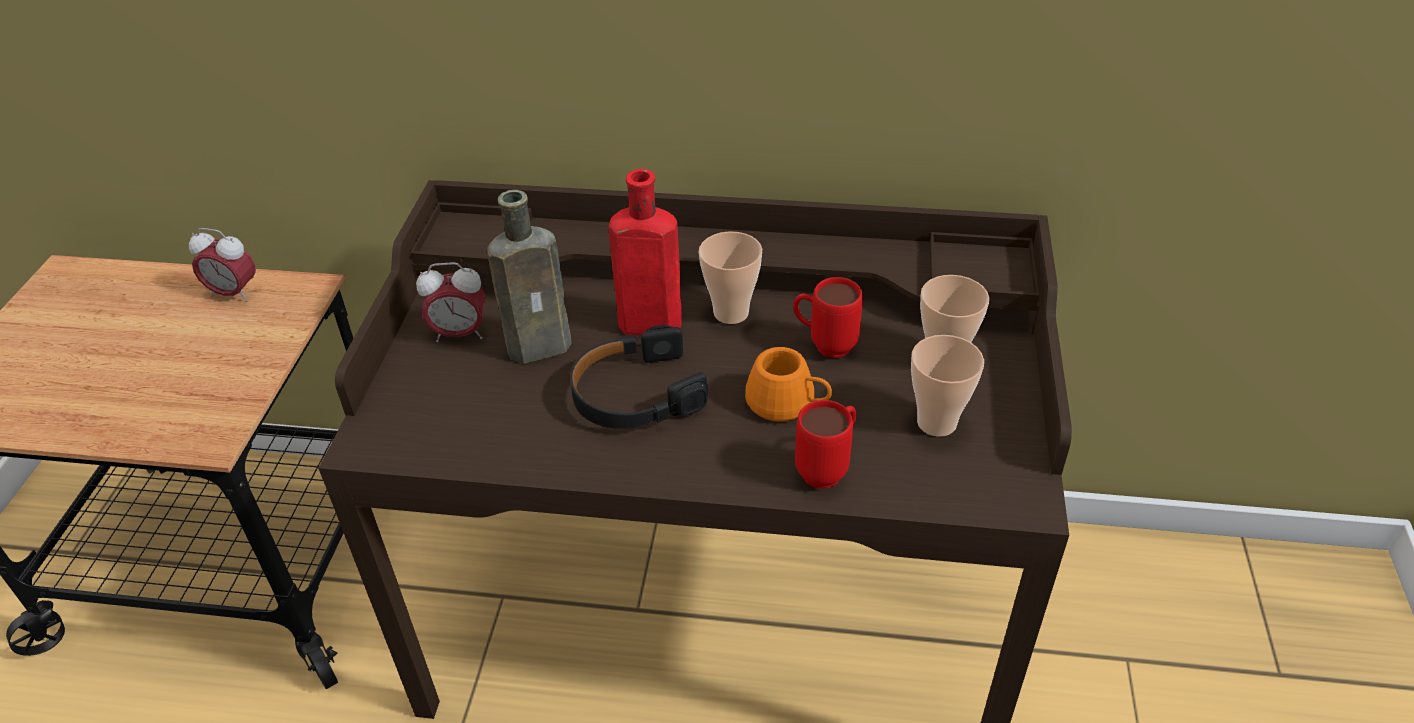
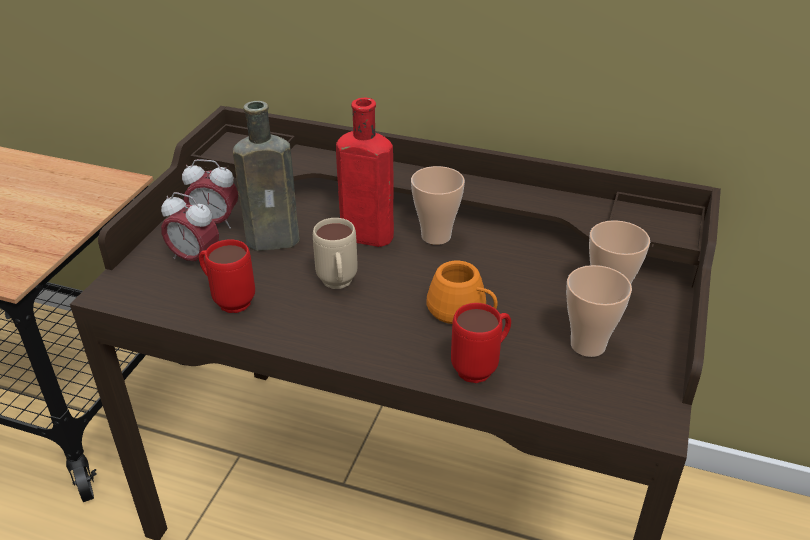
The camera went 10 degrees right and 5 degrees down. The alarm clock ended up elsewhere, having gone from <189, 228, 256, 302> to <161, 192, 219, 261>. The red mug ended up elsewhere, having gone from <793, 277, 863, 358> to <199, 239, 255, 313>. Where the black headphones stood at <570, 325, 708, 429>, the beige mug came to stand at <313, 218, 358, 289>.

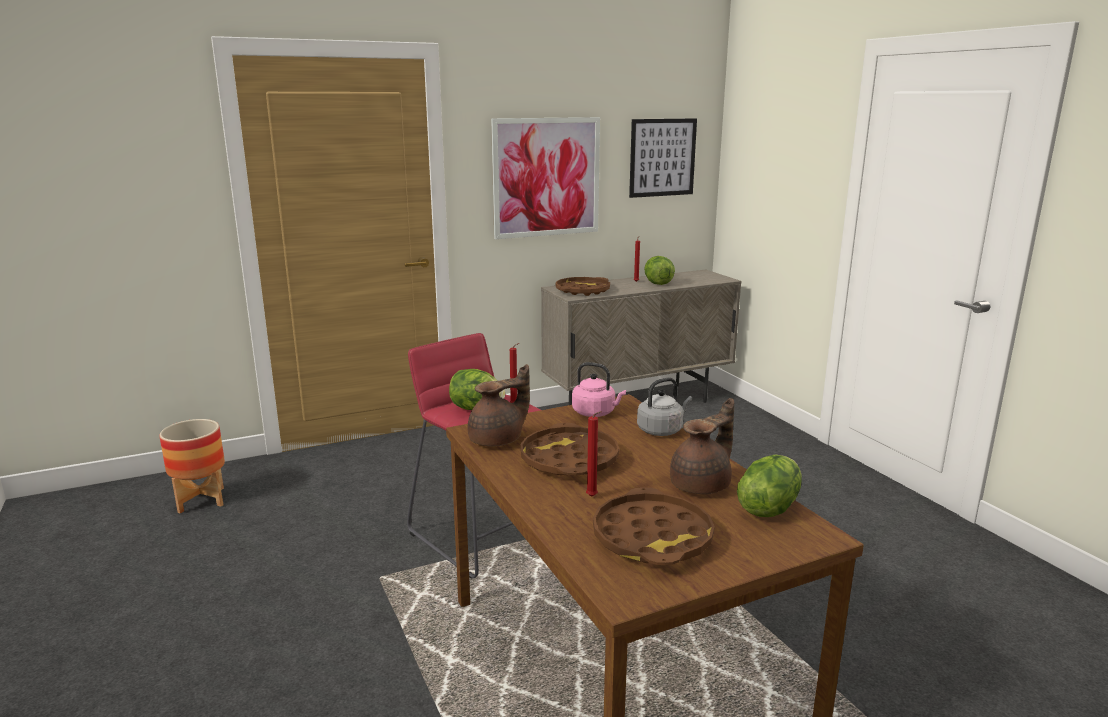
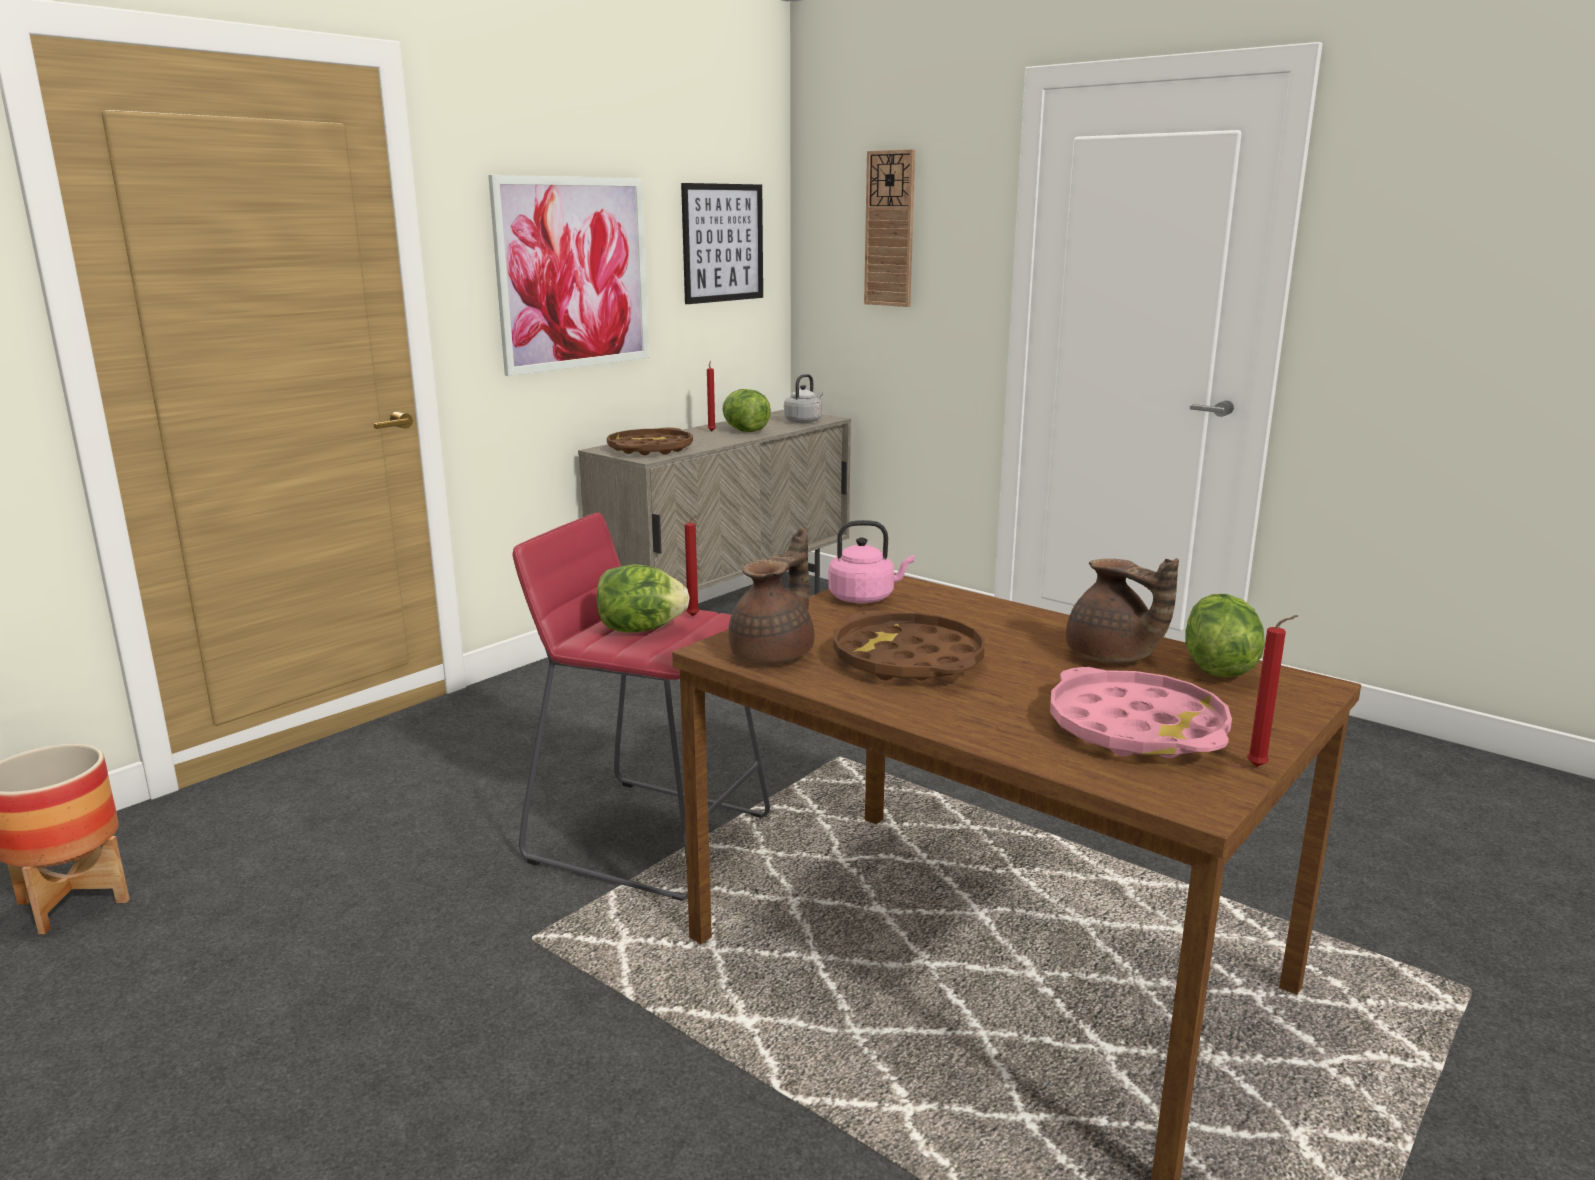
The camera went 25 degrees left and 0 degrees up. The grey kettle ended up elsewhere, having gone from <637, 378, 692, 436> to <784, 374, 823, 423>. The second view gained the wall clock at <864, 149, 915, 307>. What was the brown tray at <593, 487, 715, 565> turned into the pink tray at <1050, 667, 1232, 758>. The brown teapot at <670, 398, 734, 494> ended up facing another way, 120 degrees clockwise from before. The red candle ended up elsewhere, having gone from <586, 411, 601, 497> to <1247, 615, 1298, 767>.

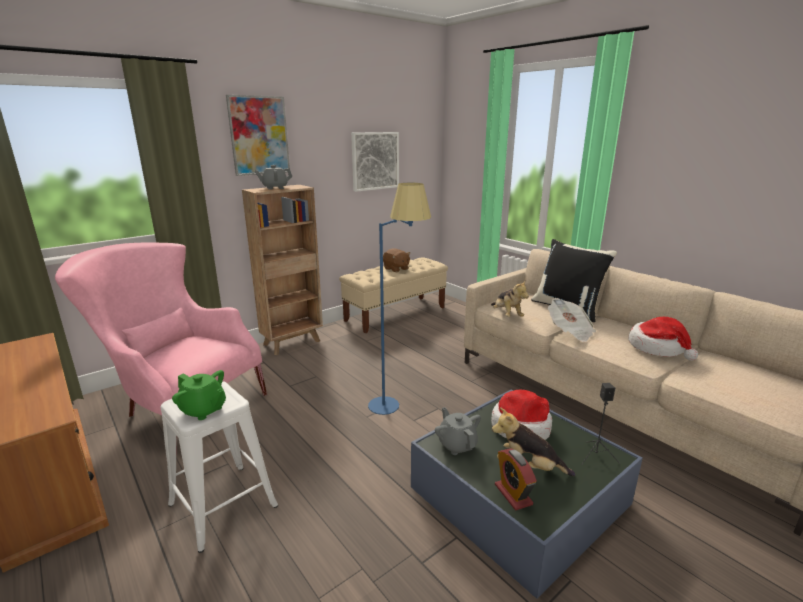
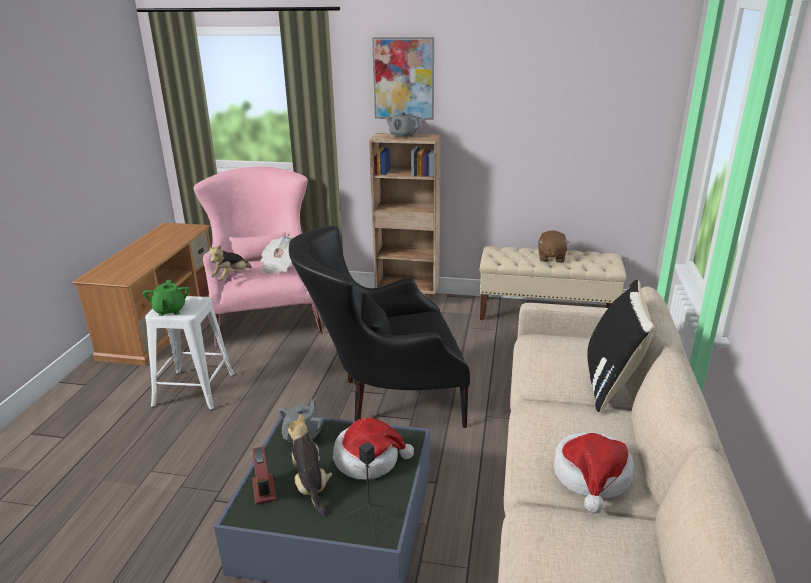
The camera went 50 degrees right and 5 degrees up. The plush toy ended up elsewhere, having gone from <491, 280, 529, 317> to <207, 245, 251, 281>. The alarm clock at <495, 448, 537, 510> ended up facing another way, 135 degrees clockwise from before. The newspaper ended up elsewhere, having gone from <548, 298, 596, 342> to <260, 236, 293, 274>. Where the blue floor lamp stood at <368, 183, 431, 415>, the black armchair came to stand at <289, 226, 470, 428>. The second view lost the picture at <351, 132, 399, 192>.

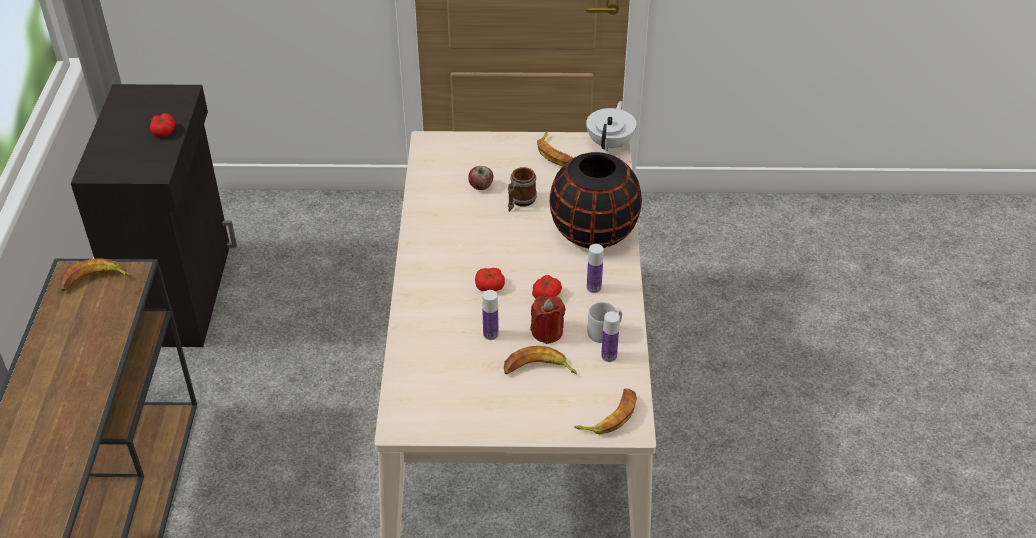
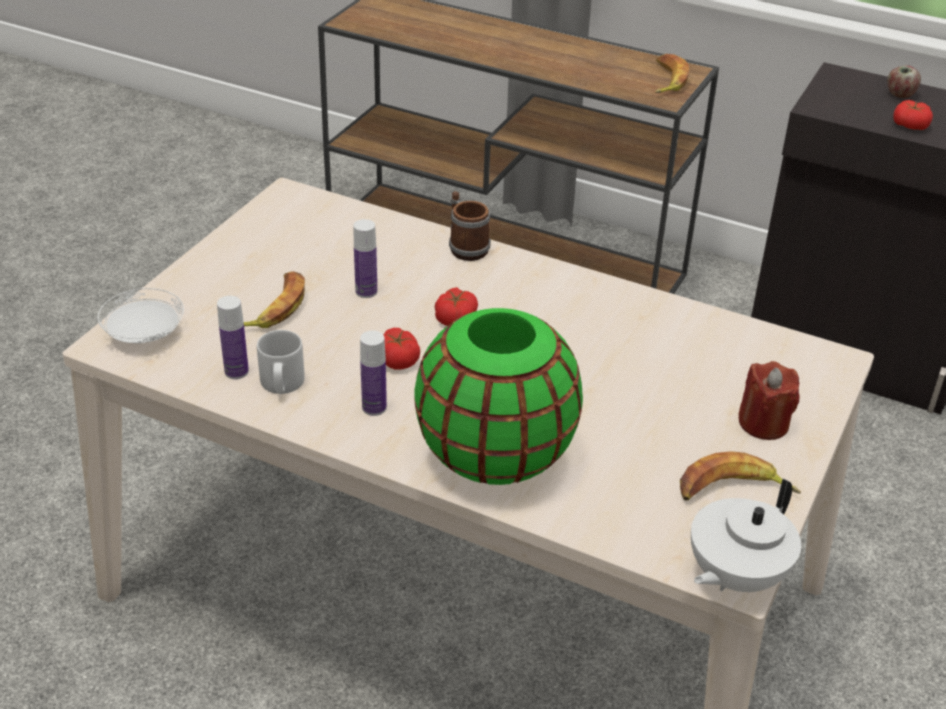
The camera went 115 degrees right and 5 degrees down. Where the banana stood at <574, 388, 637, 434>, the white plate came to stand at <98, 288, 184, 343>. What was the black vase at <549, 152, 642, 248> turned into the green vase at <414, 308, 583, 485>. The mug ended up elsewhere, having gone from <508, 167, 537, 212> to <449, 191, 491, 261>. The white teapot at <586, 101, 637, 151> ended up facing another way, 90 degrees clockwise from before. The red candle ended up elsewhere, having gone from <531, 295, 566, 344> to <739, 361, 799, 440>. The apple ended up elsewhere, having gone from <468, 166, 493, 190> to <887, 65, 921, 98>.

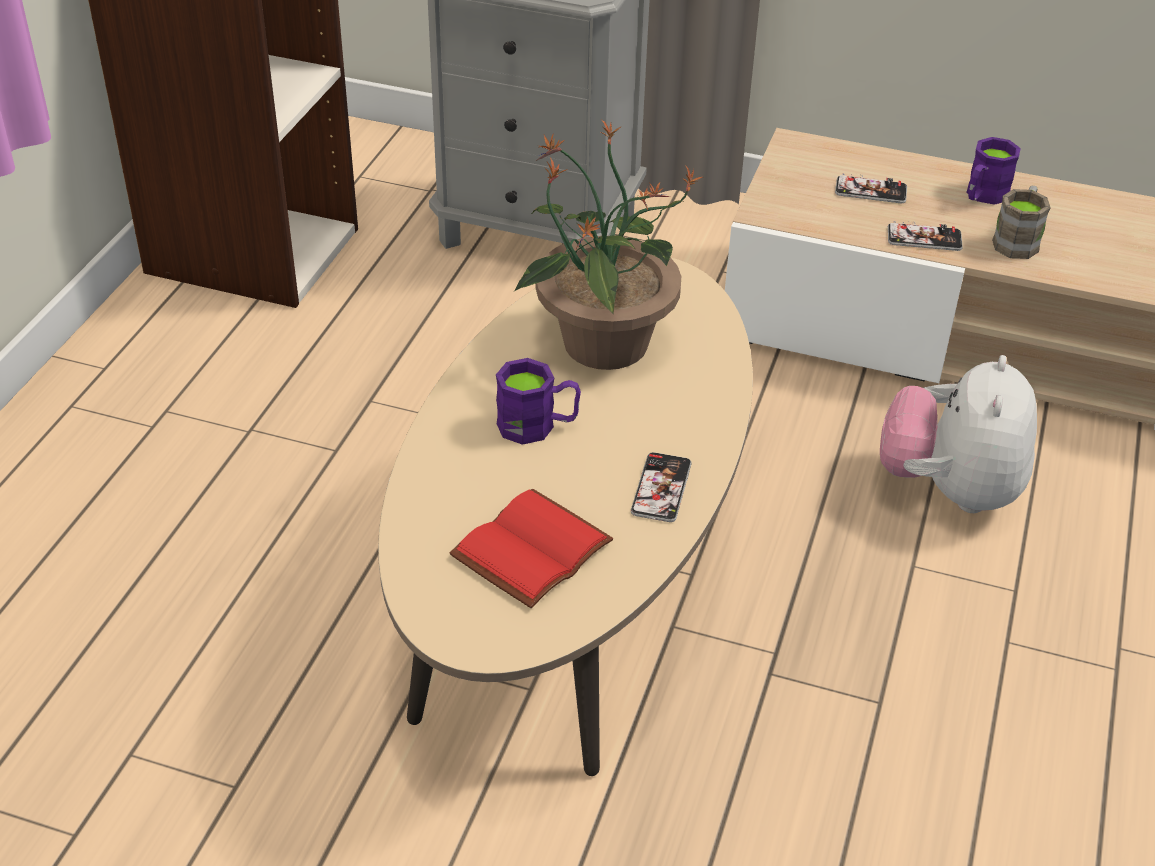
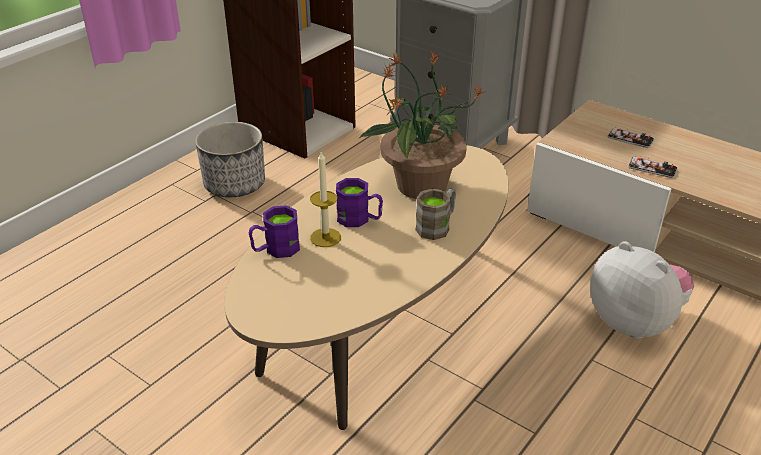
The camera went 20 degrees right and 5 degrees down. The second view gained the planter at <195, 122, 265, 197>. The purple mug ended up elsewhere, having gone from <966, 137, 1021, 205> to <249, 205, 300, 258>. The second view gained the candle at <310, 152, 341, 247>. The brown mug ended up elsewhere, having gone from <992, 186, 1051, 259> to <415, 188, 456, 240>. The plush toy at <880, 355, 1037, 513> ended up facing another way, 105 degrees clockwise from before. The second view lost the red book at <450, 488, 613, 608>. The second view lost the phone at <631, 452, 692, 522>.

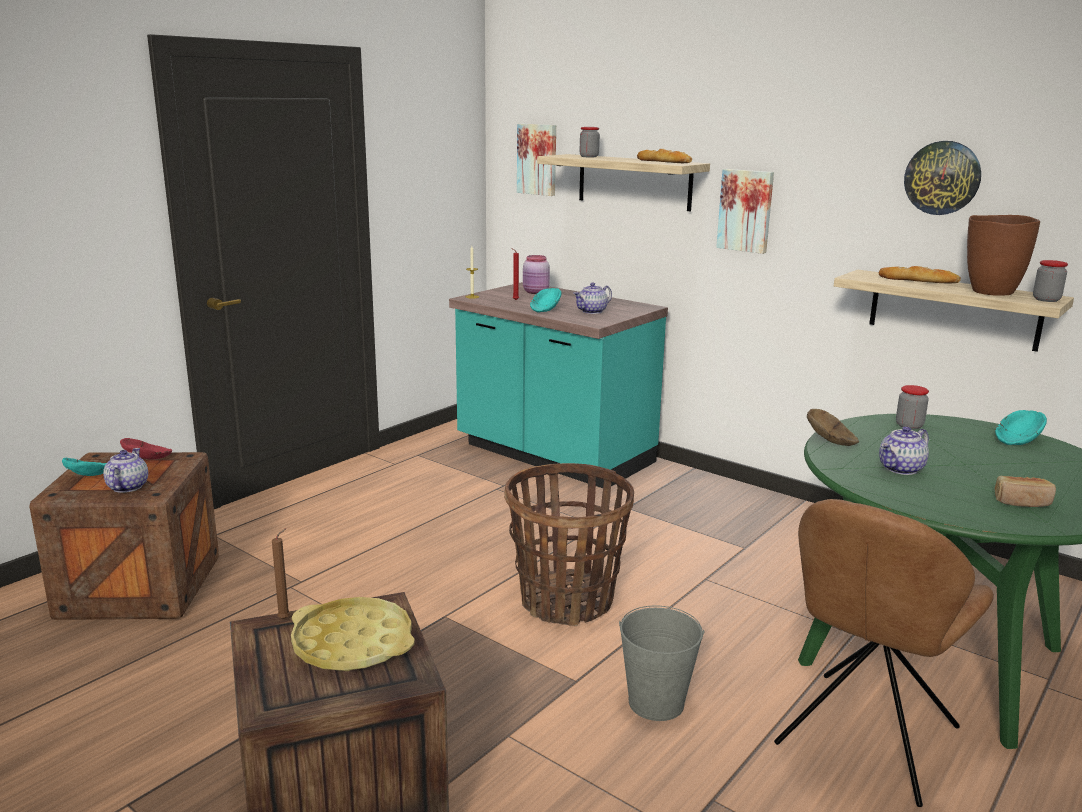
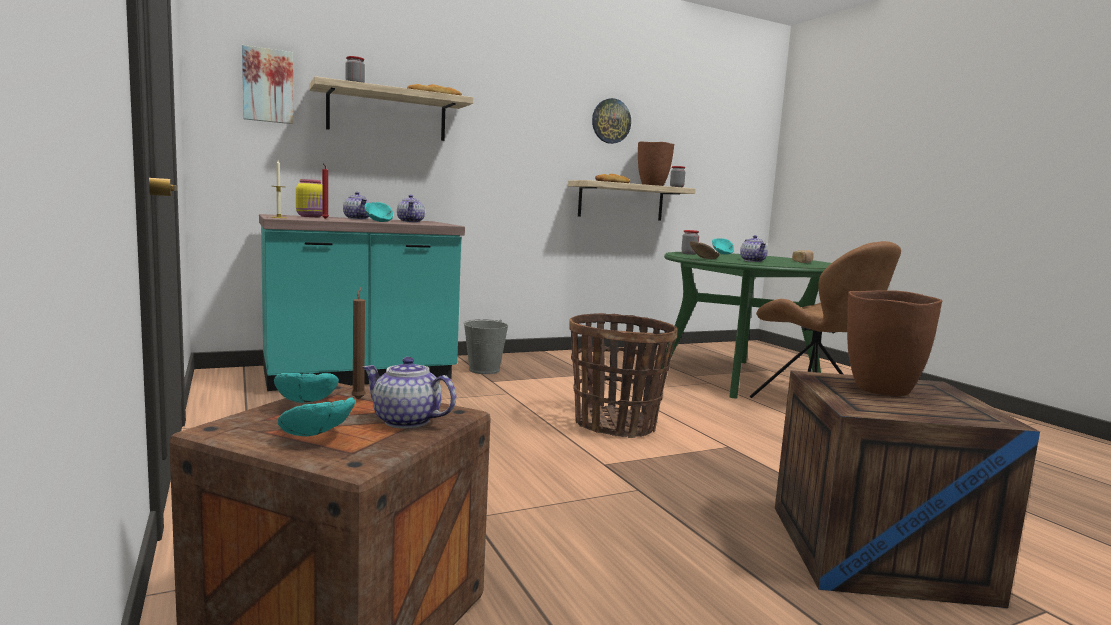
The camera went 65 degrees left and 10 degrees down. What was the red bowl at <120, 438, 172, 460> turned into the turquoise bowl at <274, 373, 339, 403>. What was the pink jar at <523, 255, 550, 294> turned into the yellow jar at <296, 179, 322, 217>. The second view gained the teapot at <343, 192, 370, 220>. The brown candle ended up elsewhere, having gone from <272, 528, 290, 619> to <351, 287, 366, 400>. The grey bucket ended up elsewhere, having gone from <619, 606, 705, 721> to <464, 319, 508, 374>. Where the yellow tray stood at <291, 597, 415, 671>, the brown vase came to stand at <847, 290, 942, 396>. The second view lost the picture at <716, 169, 774, 254>.

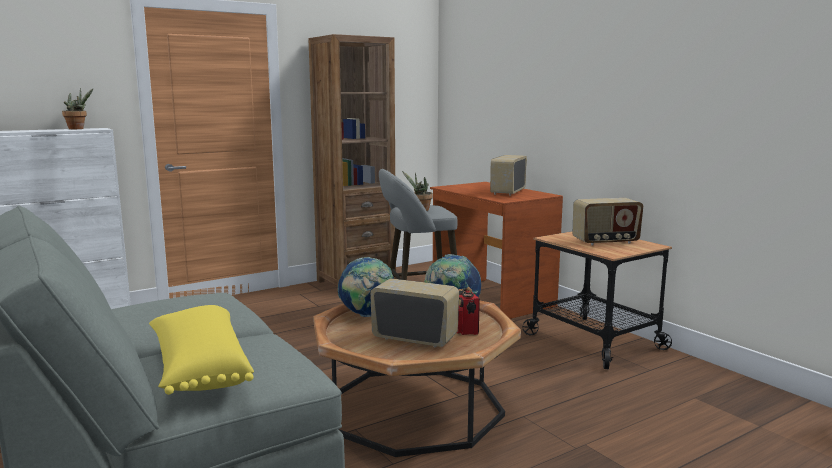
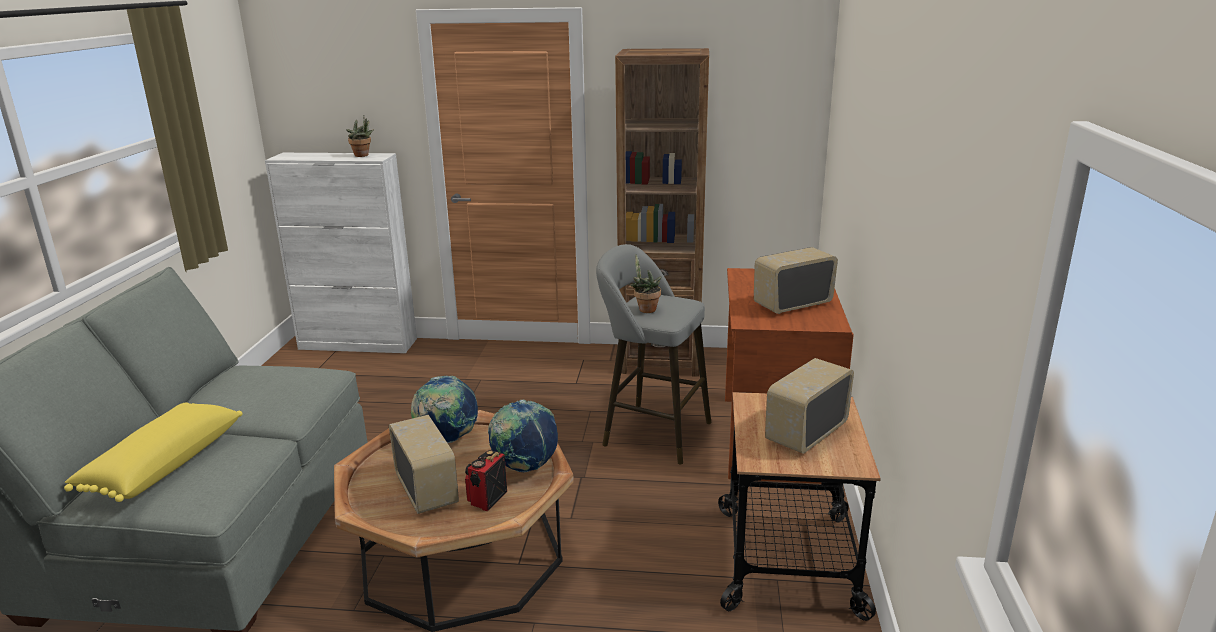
The camera went 40 degrees right and 10 degrees up. The radio at <573, 198, 643, 245> ended up facing another way, 105 degrees clockwise from before.

